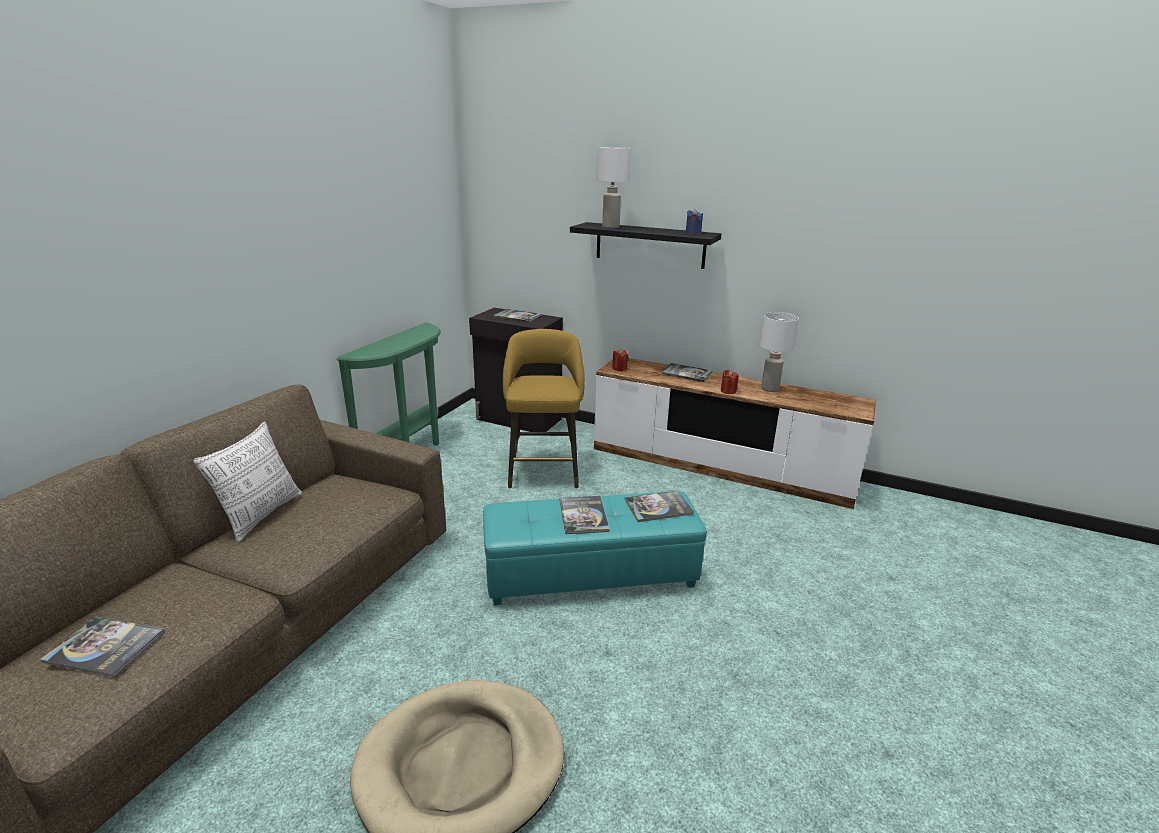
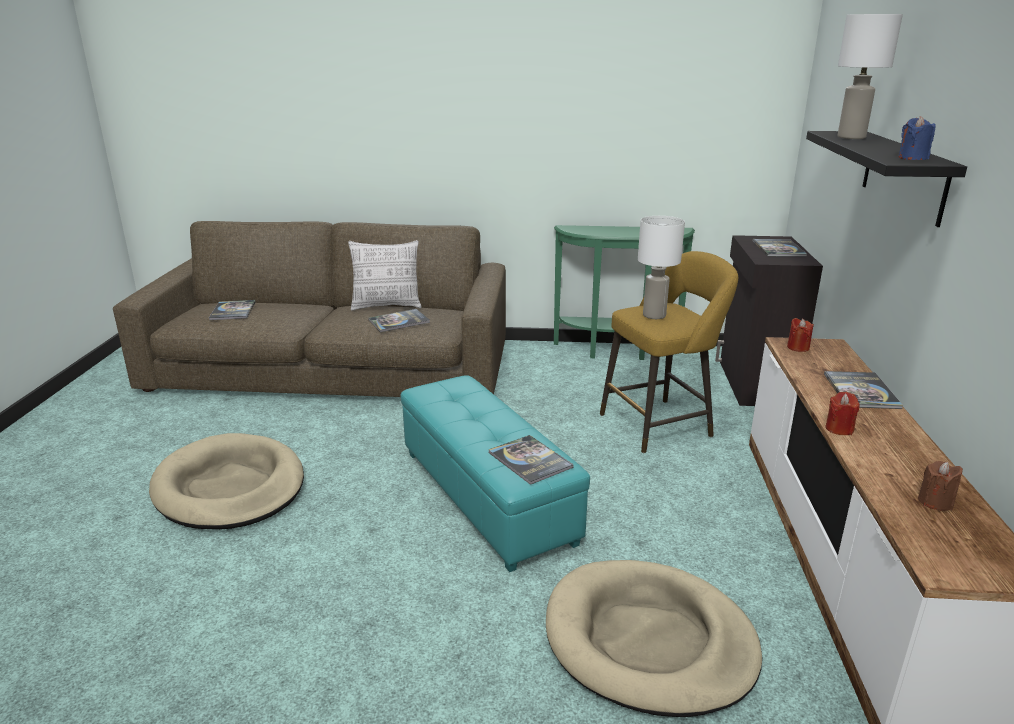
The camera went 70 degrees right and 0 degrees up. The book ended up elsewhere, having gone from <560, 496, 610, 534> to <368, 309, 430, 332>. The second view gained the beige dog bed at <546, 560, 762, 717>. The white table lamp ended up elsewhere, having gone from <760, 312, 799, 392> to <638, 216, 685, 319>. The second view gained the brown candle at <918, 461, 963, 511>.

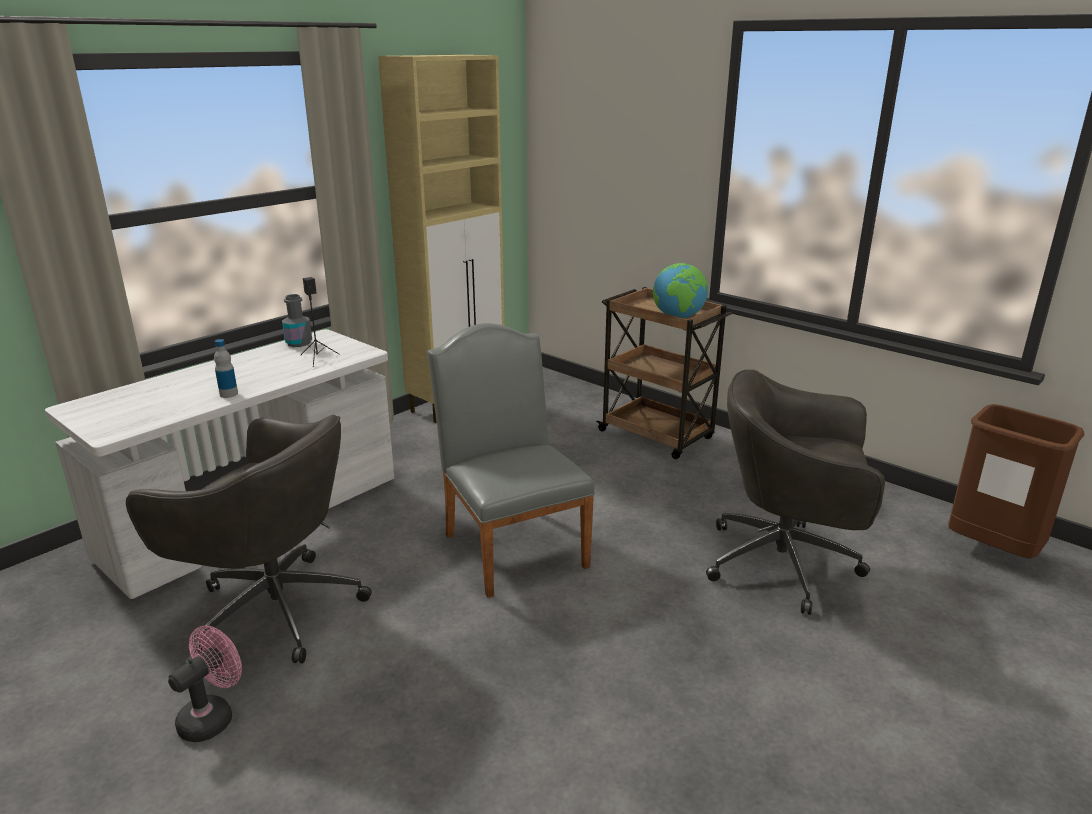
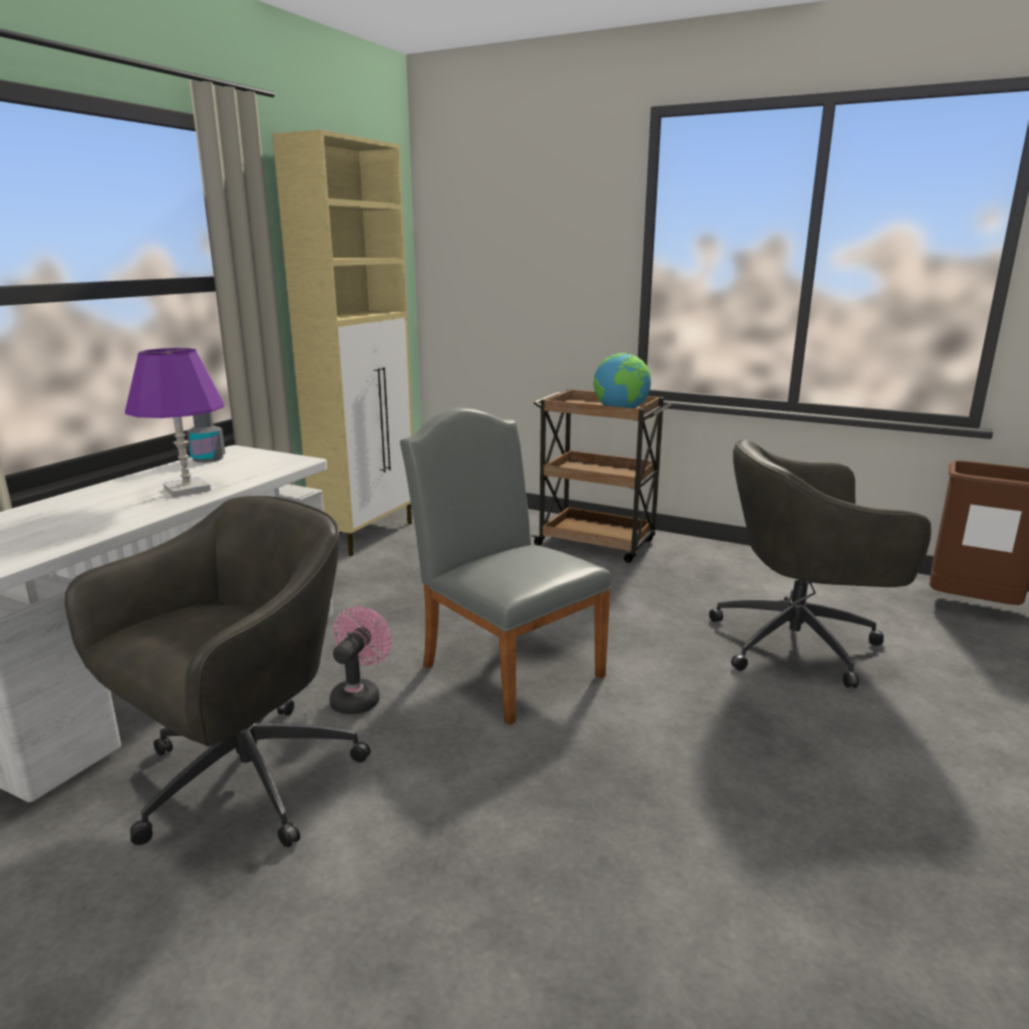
The camera went 15 degrees left and 5 degrees down. The grey office chair at <126, 415, 372, 663> ended up facing another way, 60 degrees counterclockwise from before. The second view gained the purple table lamp at <125, 348, 224, 497>. The pink fan ended up elsewhere, having gone from <168, 626, 242, 742> to <330, 606, 392, 715>. The second view lost the bottle at <214, 339, 238, 398>. The second view lost the black speaker at <301, 277, 340, 367>.

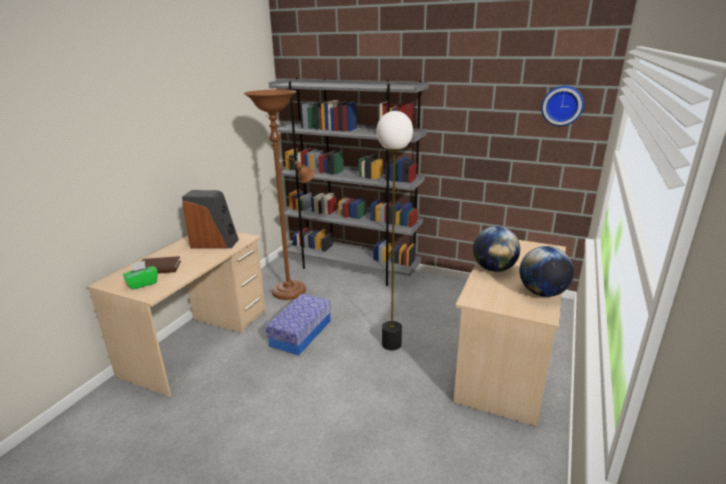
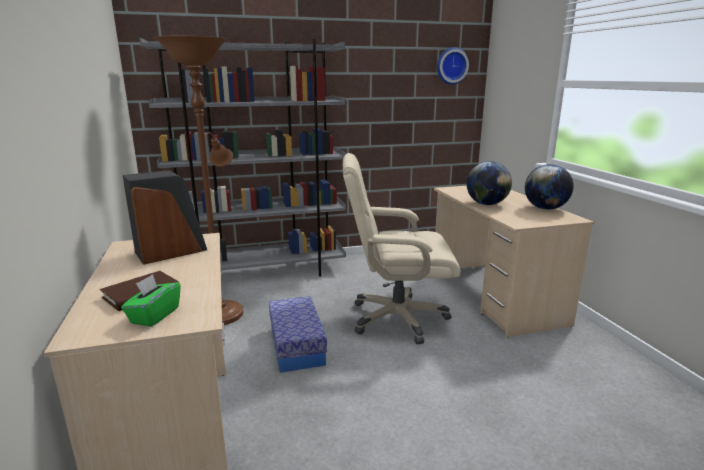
The camera went 40 degrees left and 5 degrees down. Where the floor lamp stood at <376, 111, 413, 350>, the beige office chair came to stand at <343, 153, 461, 344>.

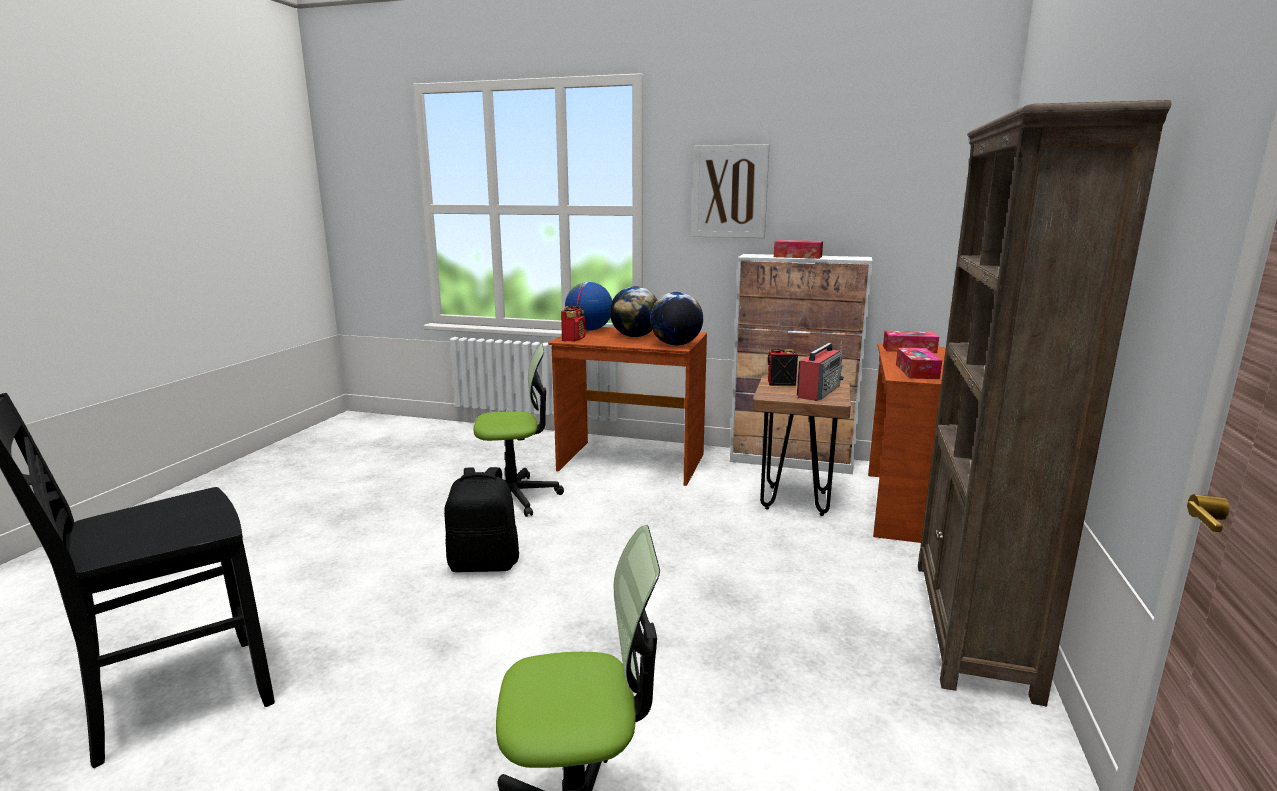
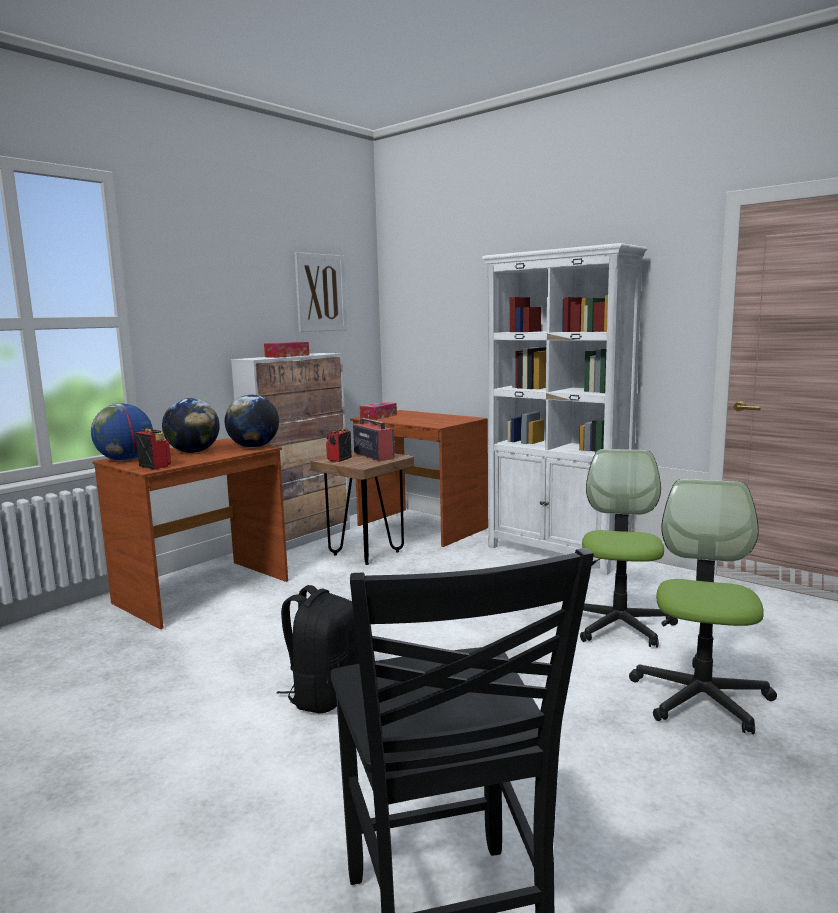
The camera went 65 degrees left and 5 degrees down. The picture ended up elsewhere, having gone from <693, 144, 769, 238> to <295, 252, 347, 332>. What was the brown bookcase at <918, 100, 1171, 707> turned into the white bookcase at <482, 243, 647, 575>. The office chair ended up elsewhere, having gone from <474, 344, 564, 517> to <580, 449, 678, 648>. The second view lost the tissue box at <896, 348, 942, 379>.

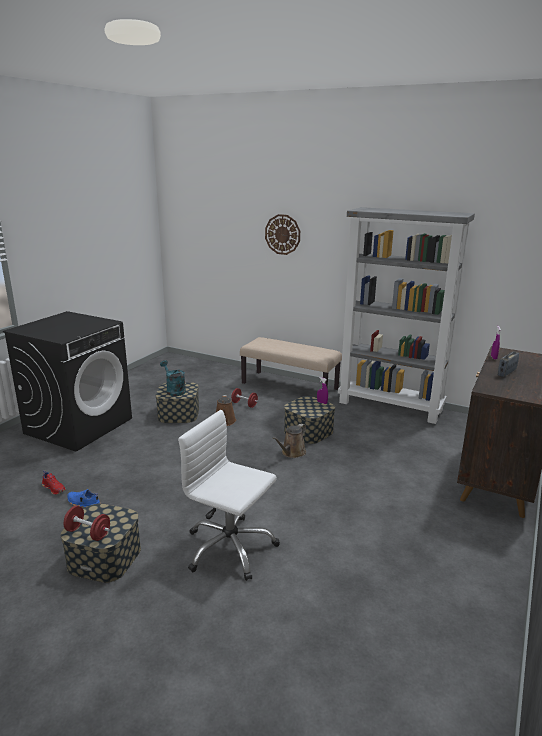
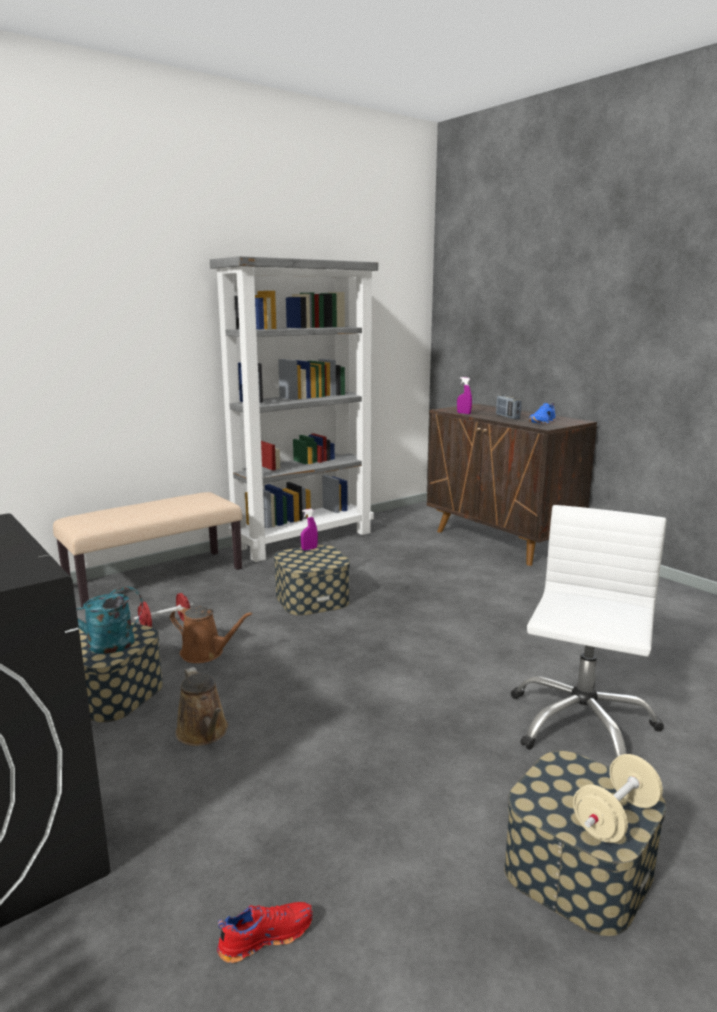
The camera went 65 degrees left and 5 degrees down. The brown watering can ended up elsewhere, having gone from <272, 424, 306, 458> to <176, 667, 228, 746>. The white office chair at <178, 410, 280, 581> ended up facing another way, 150 degrees clockwise from before. The blue shoe ended up elsewhere, having gone from <67, 489, 101, 507> to <529, 403, 556, 424>. What was the red dumbbell at <63, 506, 110, 541> turned into the beige dumbbell at <573, 754, 663, 843>. The second view lost the wall clock at <265, 214, 300, 255>.

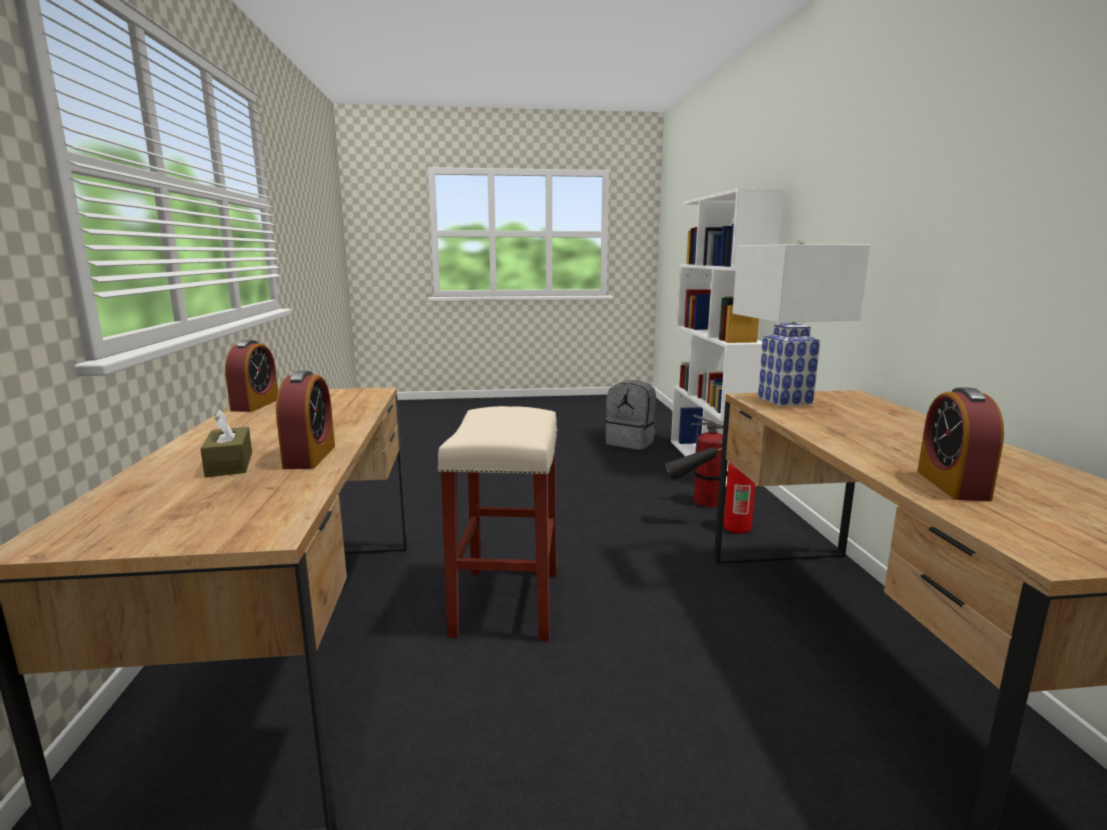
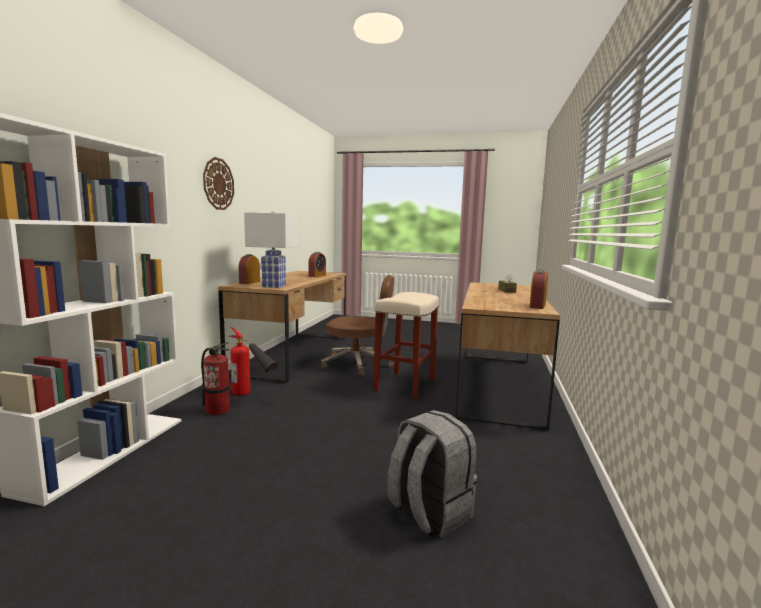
The camera went 160 degrees left and 5 degrees down. The second view gained the wall clock at <203, 157, 234, 210>. The alarm clock ended up elsewhere, having gone from <276, 371, 335, 469> to <239, 254, 260, 284>. The second view gained the brown office chair at <321, 275, 394, 377>. The grey backpack ended up elsewhere, having gone from <605, 380, 656, 450> to <387, 410, 477, 538>.

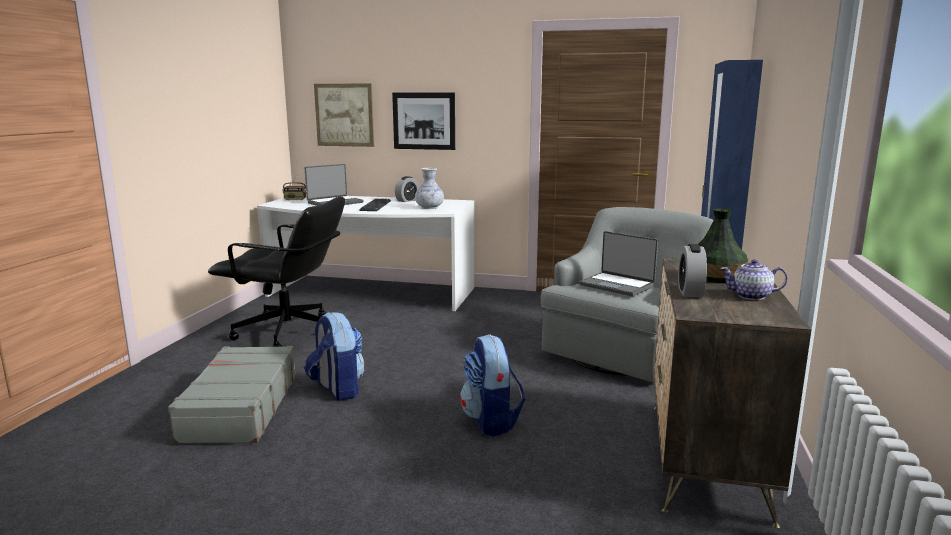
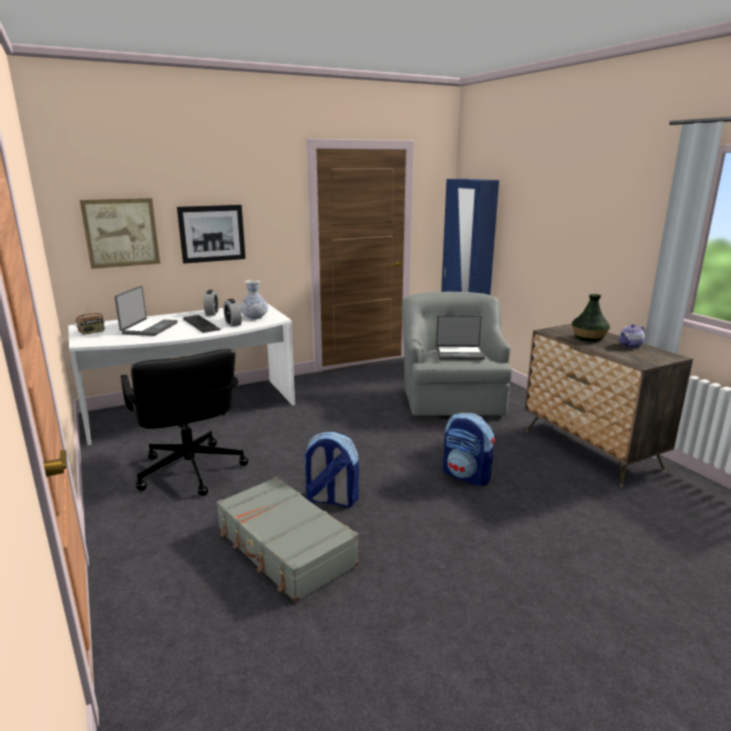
The camera went 40 degrees left and 5 degrees up. The black office chair at <208, 197, 345, 347> ended up facing another way, 90 degrees clockwise from before. The alarm clock ended up elsewhere, having gone from <678, 244, 707, 297> to <223, 299, 242, 327>.

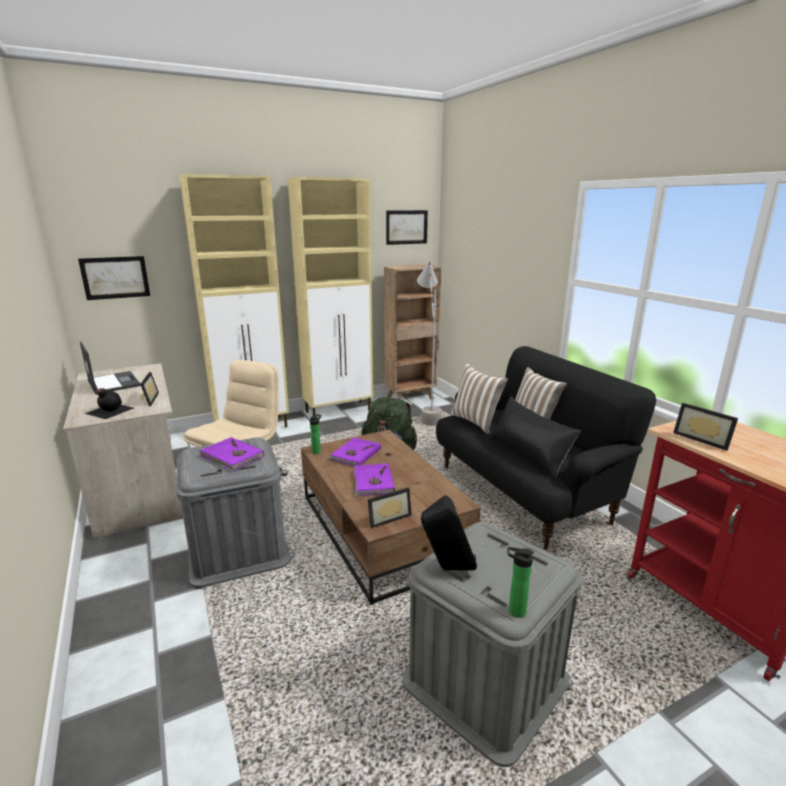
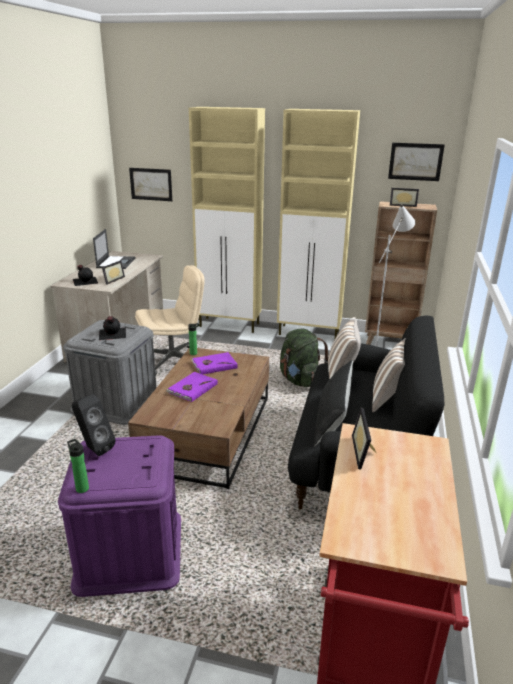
The camera went 40 degrees right and 5 degrees up. What was the grey storage box at <403, 522, 582, 767> turned into the purple storage box at <58, 435, 181, 597>. Where the purple book stood at <199, 437, 264, 471>, the black bottle came to stand at <99, 316, 126, 340>. The picture frame ended up elsewhere, having gone from <368, 488, 412, 528> to <390, 188, 419, 207>.

